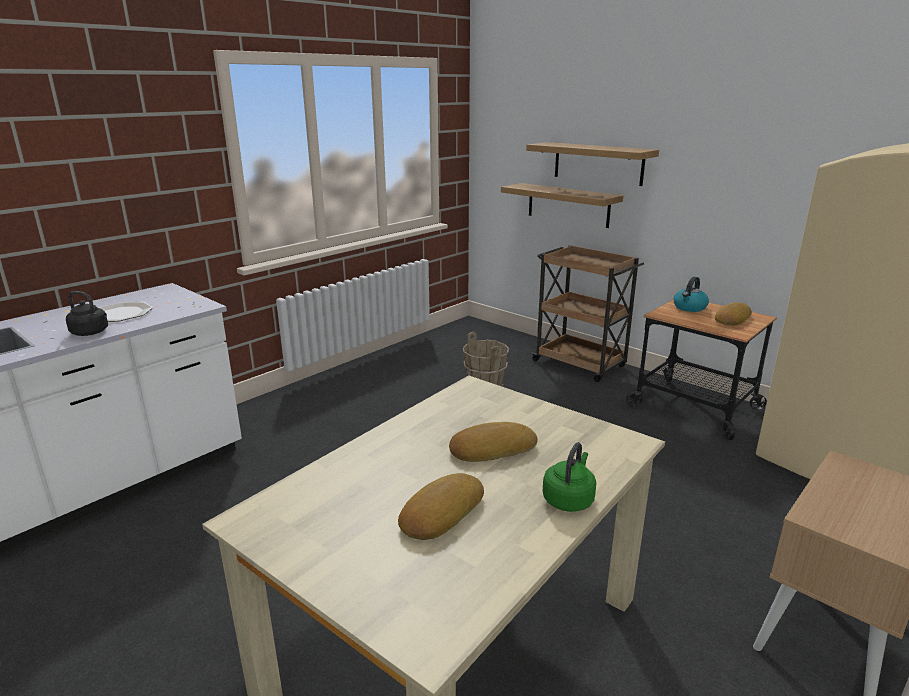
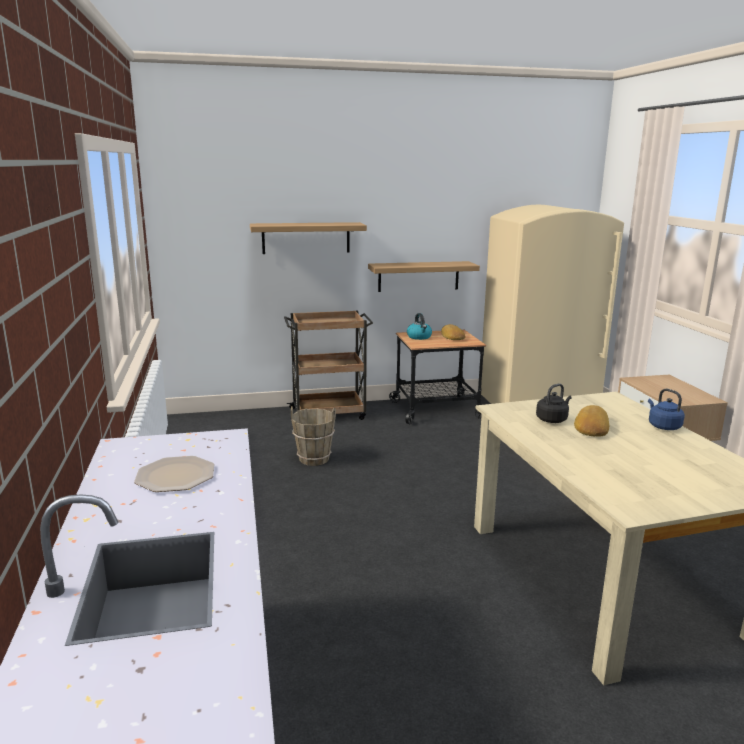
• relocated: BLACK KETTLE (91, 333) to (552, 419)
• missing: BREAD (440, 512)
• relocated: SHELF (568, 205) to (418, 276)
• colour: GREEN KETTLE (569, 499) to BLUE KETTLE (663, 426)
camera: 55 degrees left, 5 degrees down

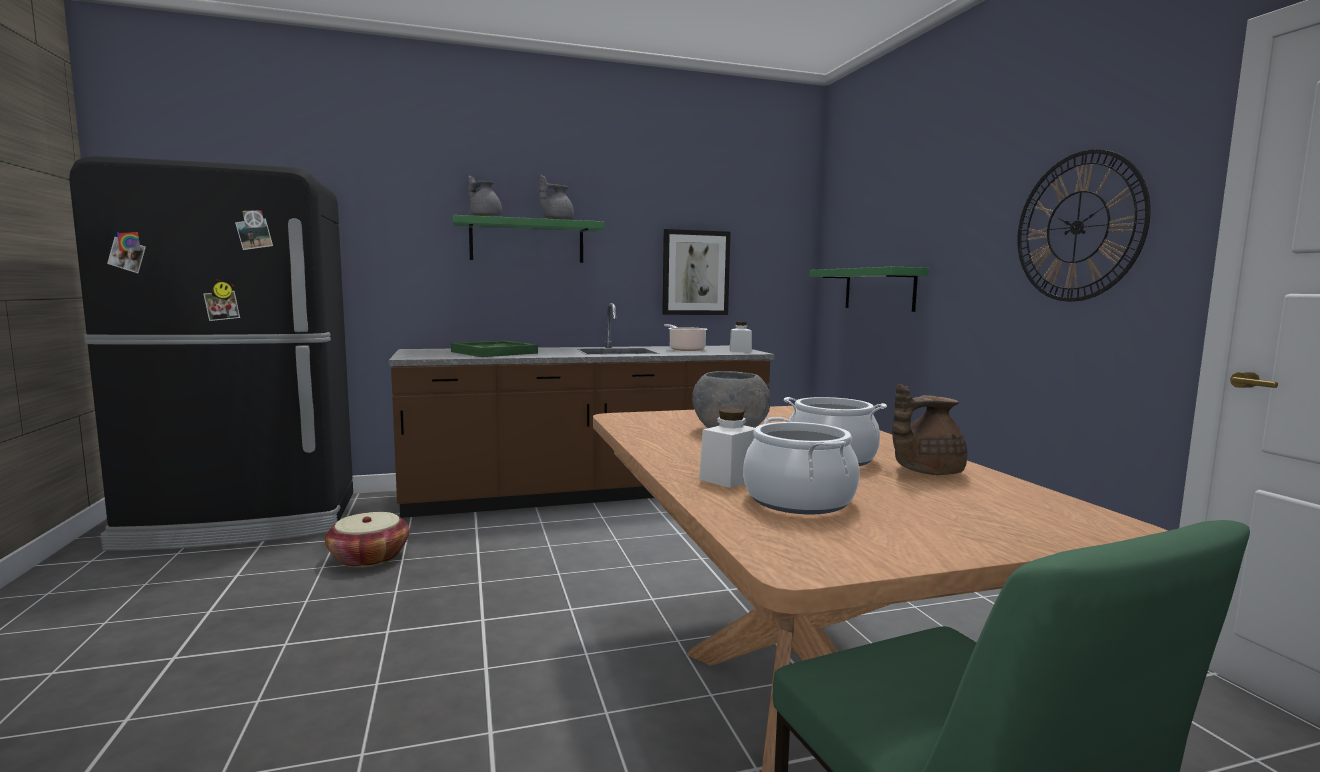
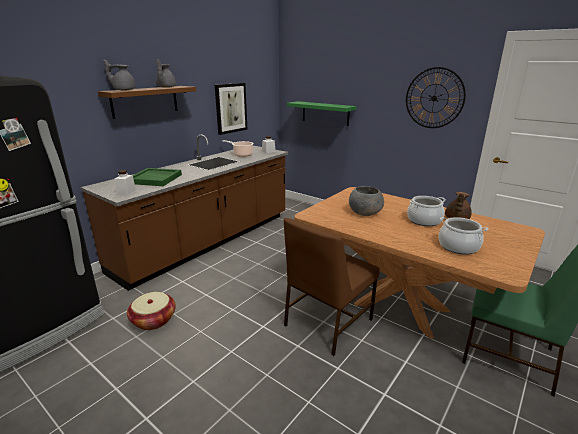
• colour: GREEN SHELF (527, 241) to BROWN SHELF (145, 101)
• relocated: WHITE JAR (729, 478) to (126, 191)
• appeared: BROWN CHAIR (327, 323)
camera: 35 degrees left, 15 degrees up

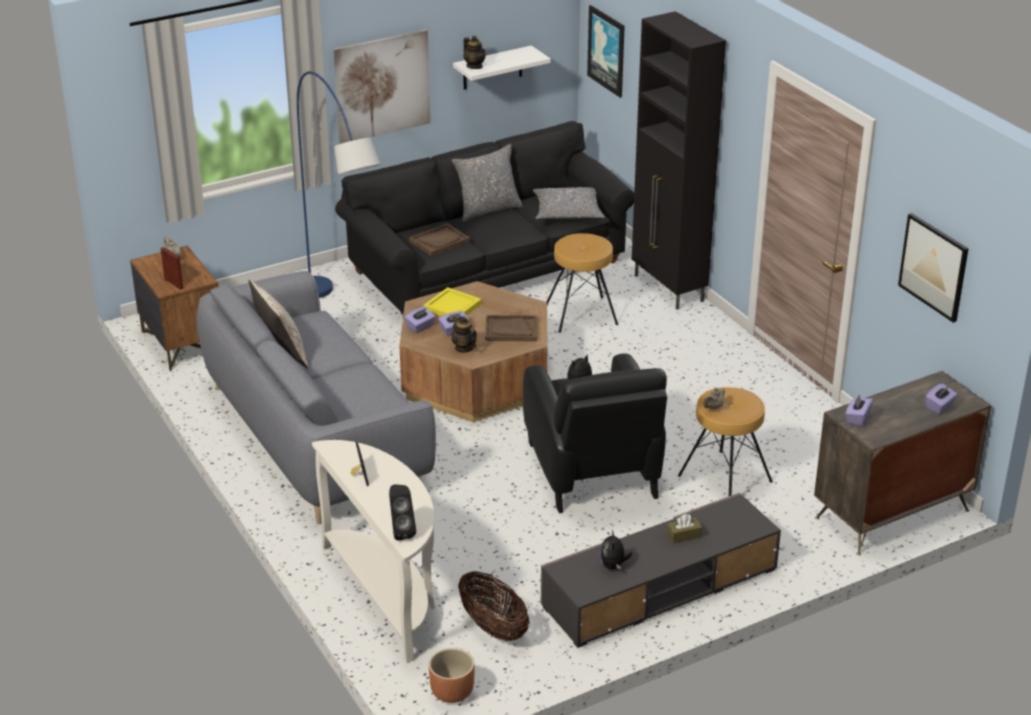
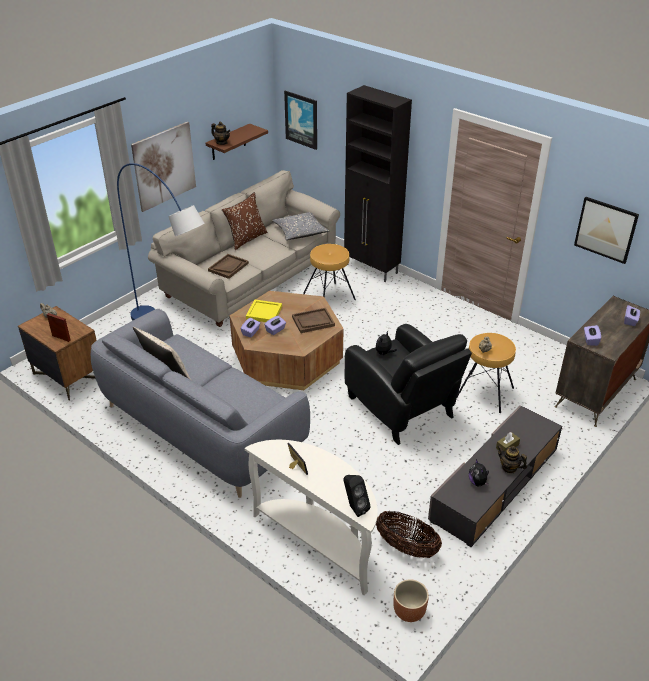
• colour: BLACK SOFA (487, 268) to BEIGE SOFA (251, 277)
• relocated: TEAPOT (464, 348) to (509, 468)
• colour: GREY PILLOW (487, 210) to BROWN PILLOW (246, 239)
• colour: WHITE SHELF (492, 68) to BROWN SHELF (228, 142)
camera: 20 degrees left, 5 degrees up

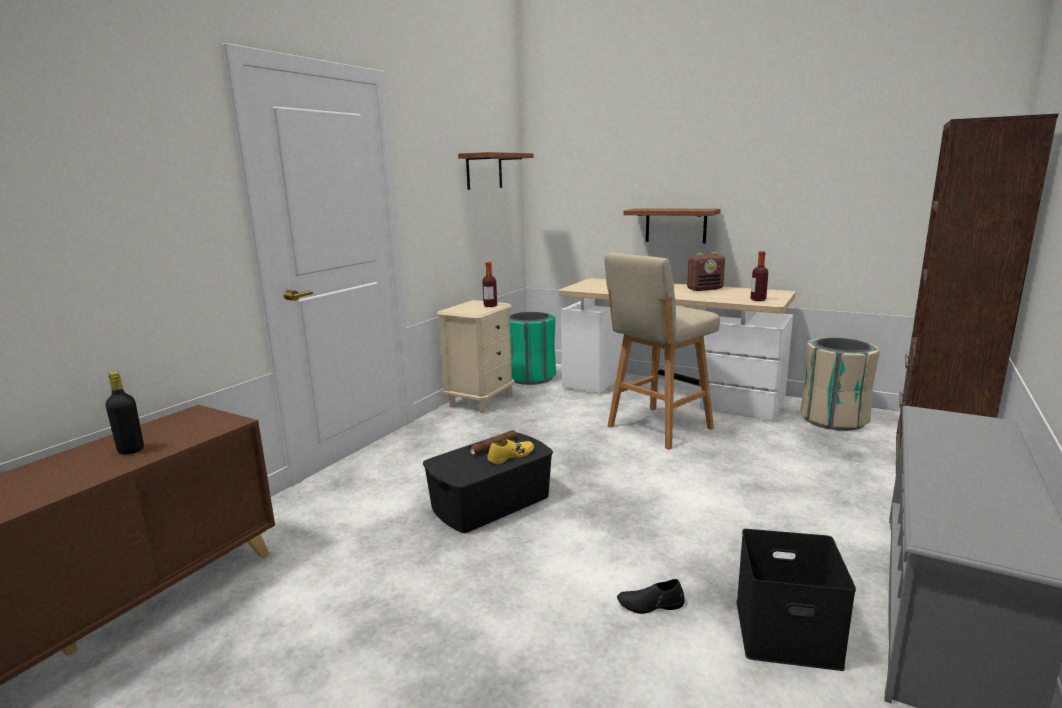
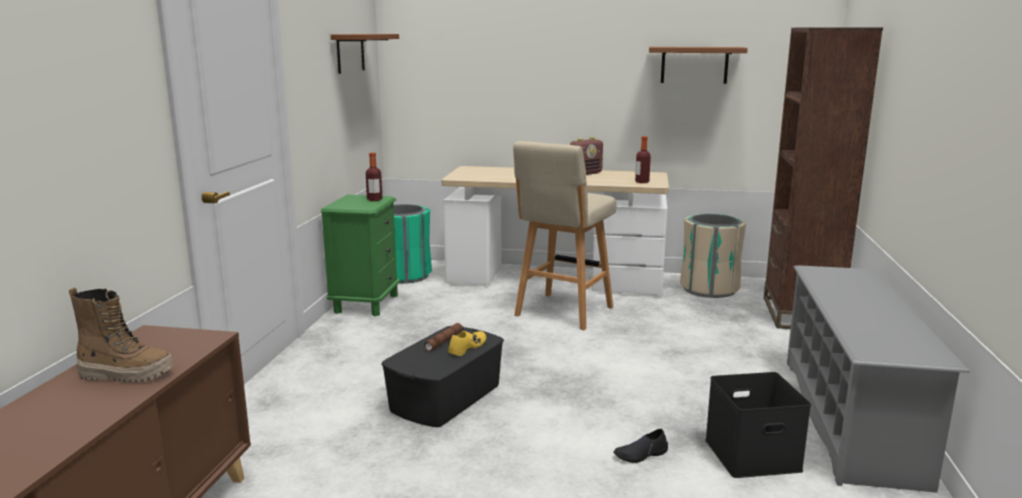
• exchanged: BLACK BOTTLE (131, 450) to BOOT (127, 375)
• colour: BEIGE NIGHTSTAND (481, 400) to GREEN NIGHTSTAND (366, 304)
• relocated: BROWN SHELF (675, 225) to (694, 65)
camera: 20 degrees left, 0 degrees up

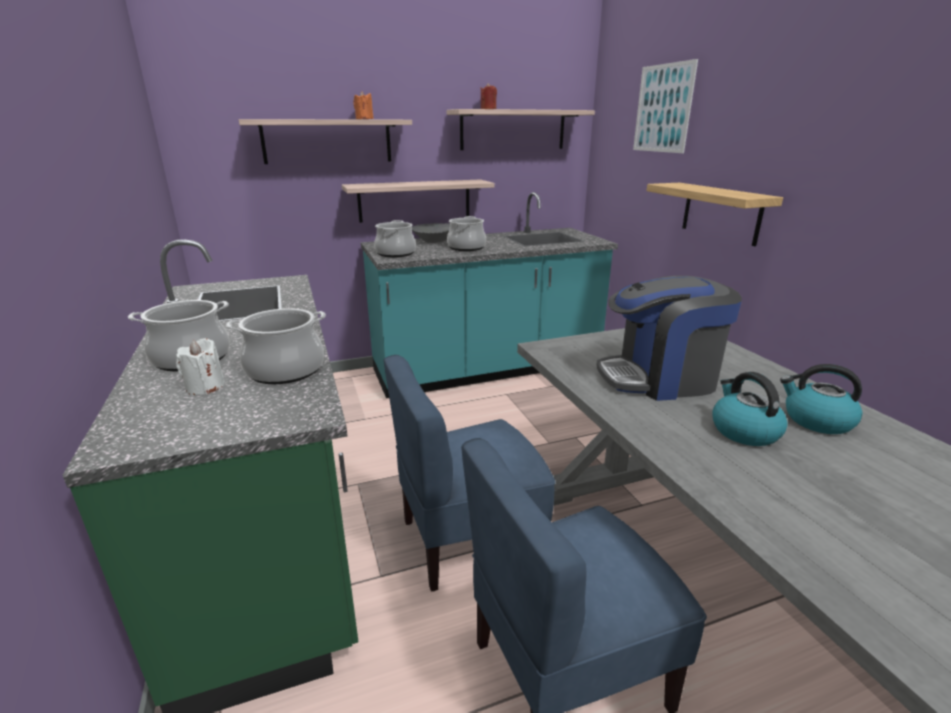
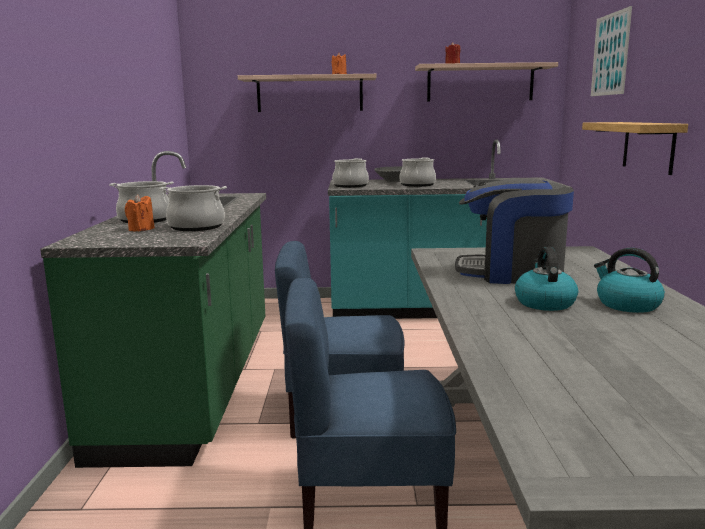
• colour: WHITE CANDLE (205, 387) to ORANGE CANDLE (141, 229)
• missing: SHELF (415, 200)
camera: 20 degrees right, 10 degrees down

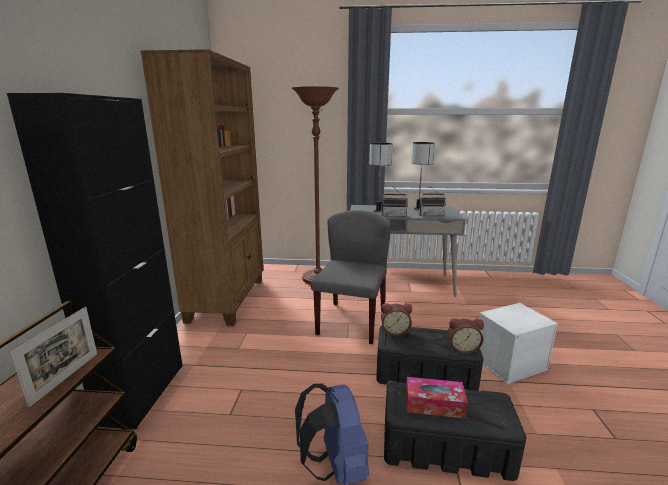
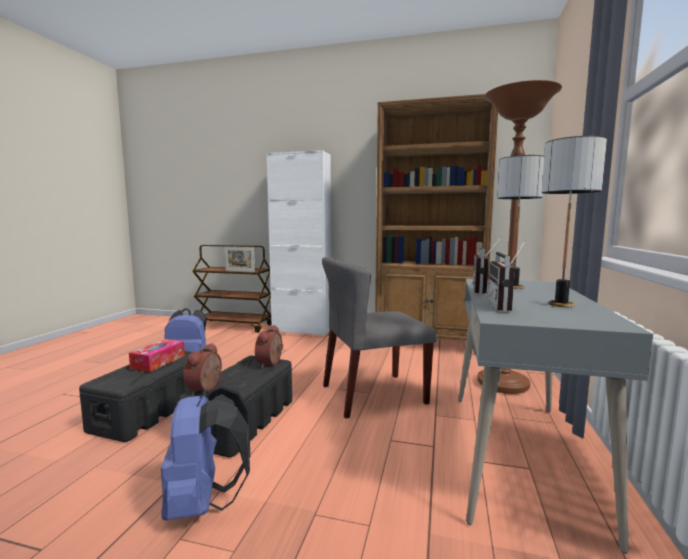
• colour: BLACK CABINET (143, 393) to WHITE CABINET (301, 330)
• spun: GREY CHAIR (351, 321) = (373, 394) 135 degrees clockwise
• exchanged: WHITE STORAGE BOX (509, 363) to BLUE BACKPACK (205, 503)
camera: 100 degrees right, 10 degrees down

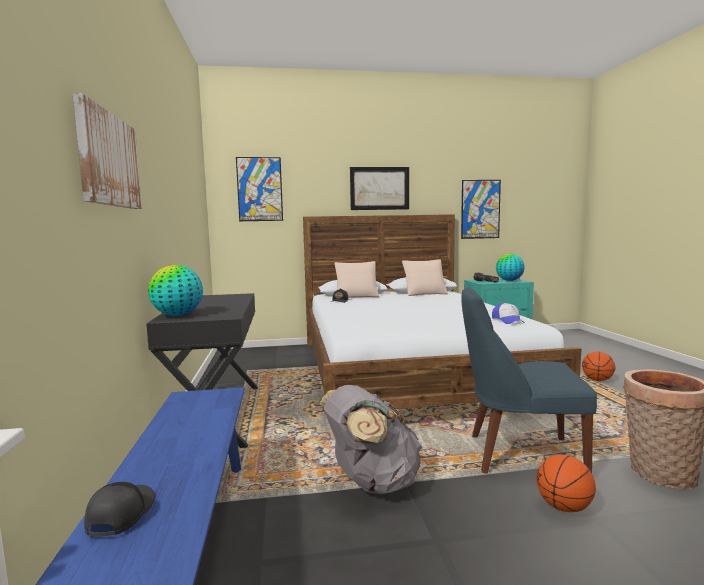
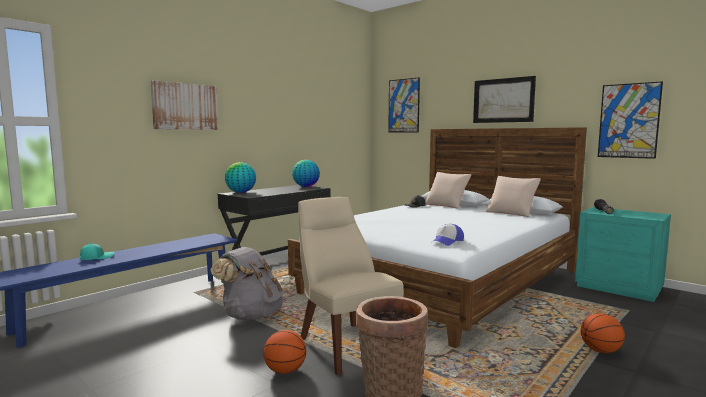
• colour: BLACK CAP (120, 515) to TURQUOISE CAP (96, 257)
• colour: BLUE CHAIR (518, 455) to BEIGE CHAIR (345, 345)
• relocated: GLOBE (509, 280) to (306, 187)
camera: 50 degrees right, 0 degrees up

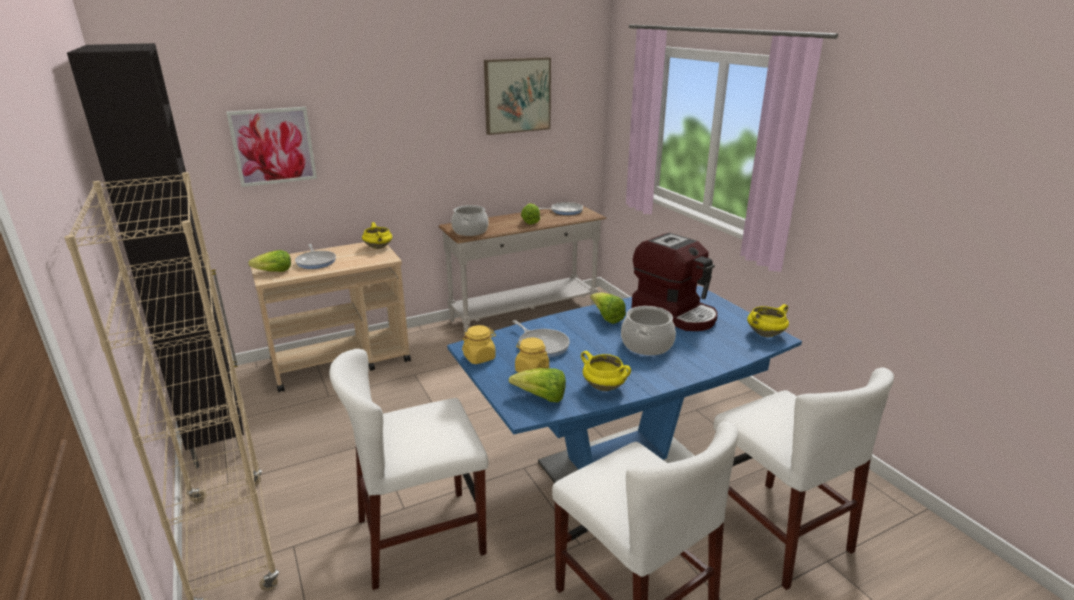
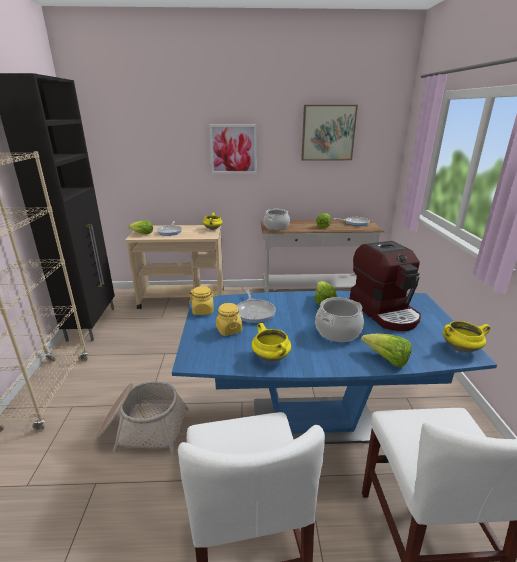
• relocated: PICTURE (273, 146) to (233, 149)
• exchanged: WHITE CHAIR (421, 536) to BASKET (143, 428)
• relocated: LETTUCE (541, 398) to (386, 359)
camera: 25 degrees right, 0 degrees up

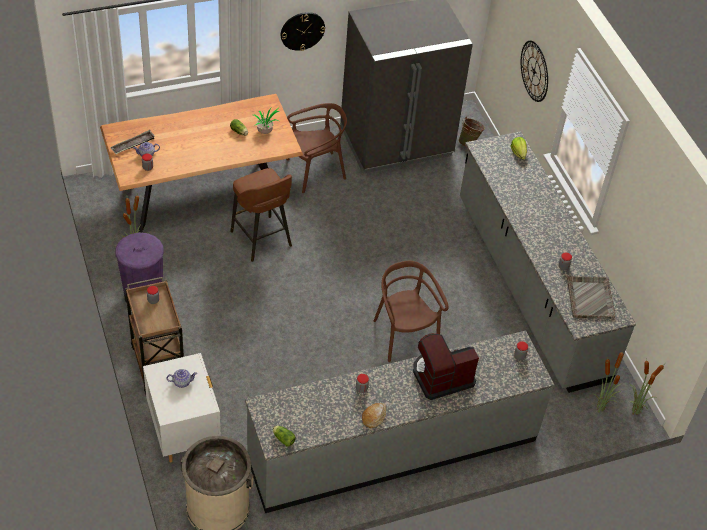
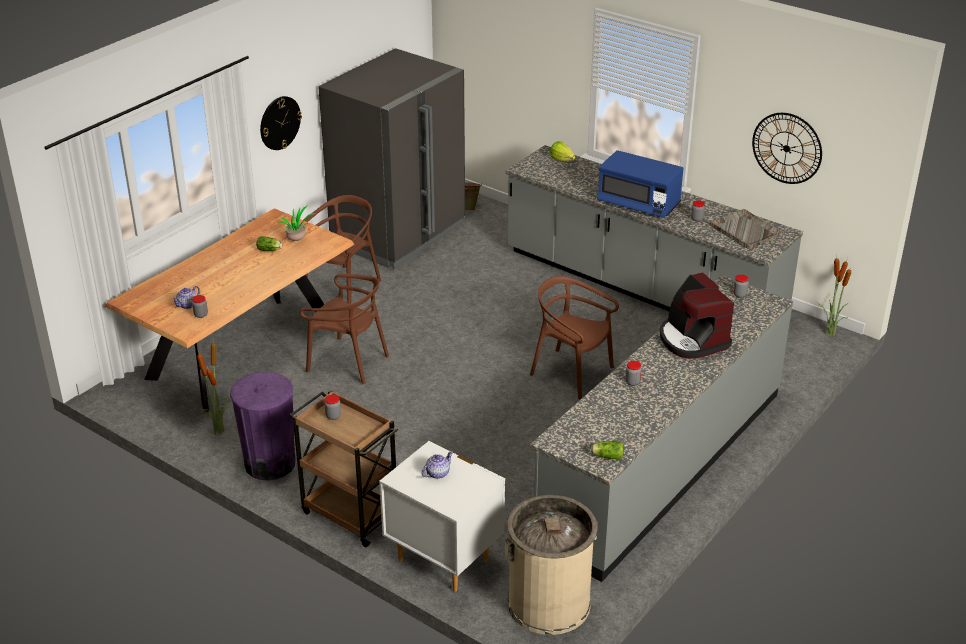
• missing: TRAY (133, 144)
• exchanged: BROWN STOOL (262, 240) to BROWN CHAIR (348, 362)
• missing: BREAD (374, 417)
• spun: COFFEE MACHINE (441, 376) = (692, 339) 60 degrees counterclockwise
• relocated: WALL CLOCK (534, 71) to (786, 148)
• missing: POTTED PLANT (601, 407)
• appeared: BLUE MICROWAVE (638, 204)
camera: 30 degrees left, 15 degrees down

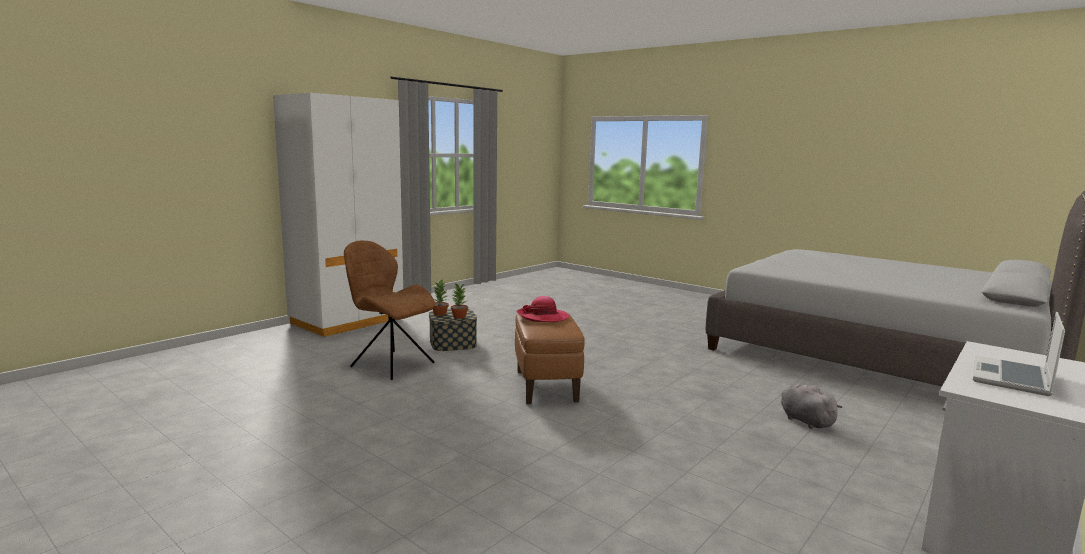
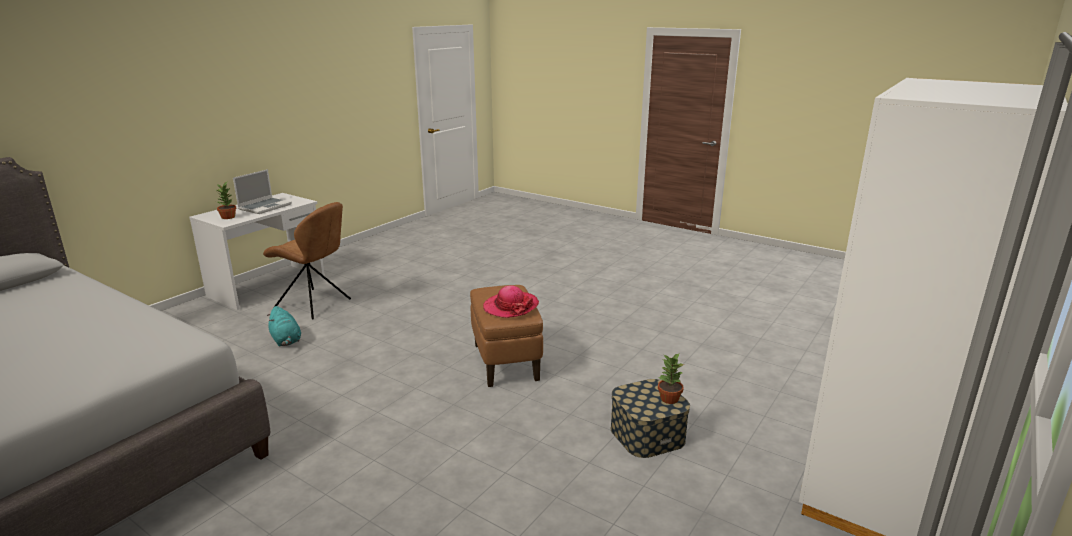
• relocated: BROWN CHAIR (390, 364) to (315, 304)
• relocated: POTTED PLANT (459, 316) to (228, 217)
• colour: GREY PLUSH TOY (805, 421) to TURQUOISE PLUSH TOY (286, 341)
camera: 175 degrees right, 10 degrees up

